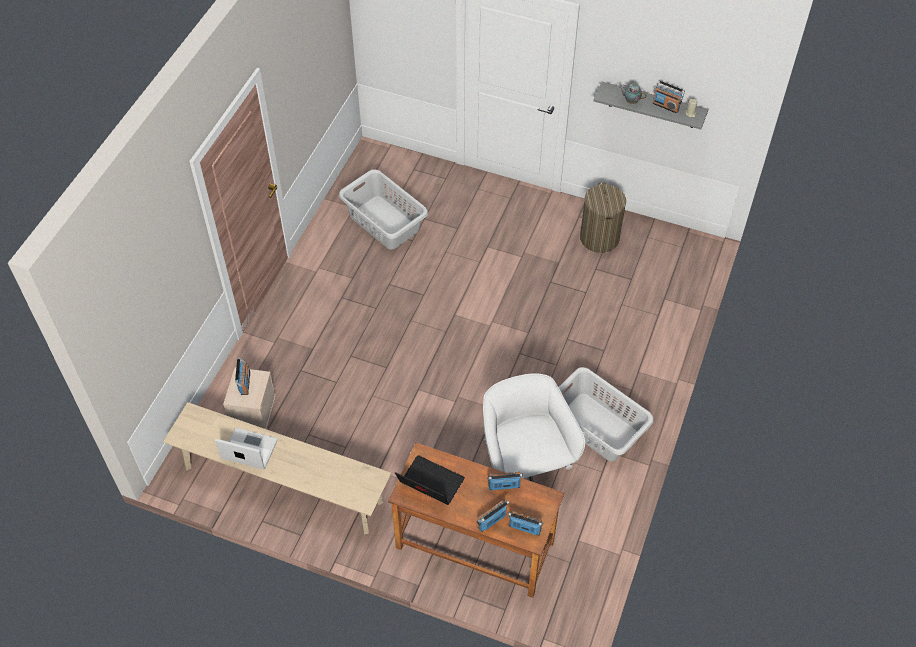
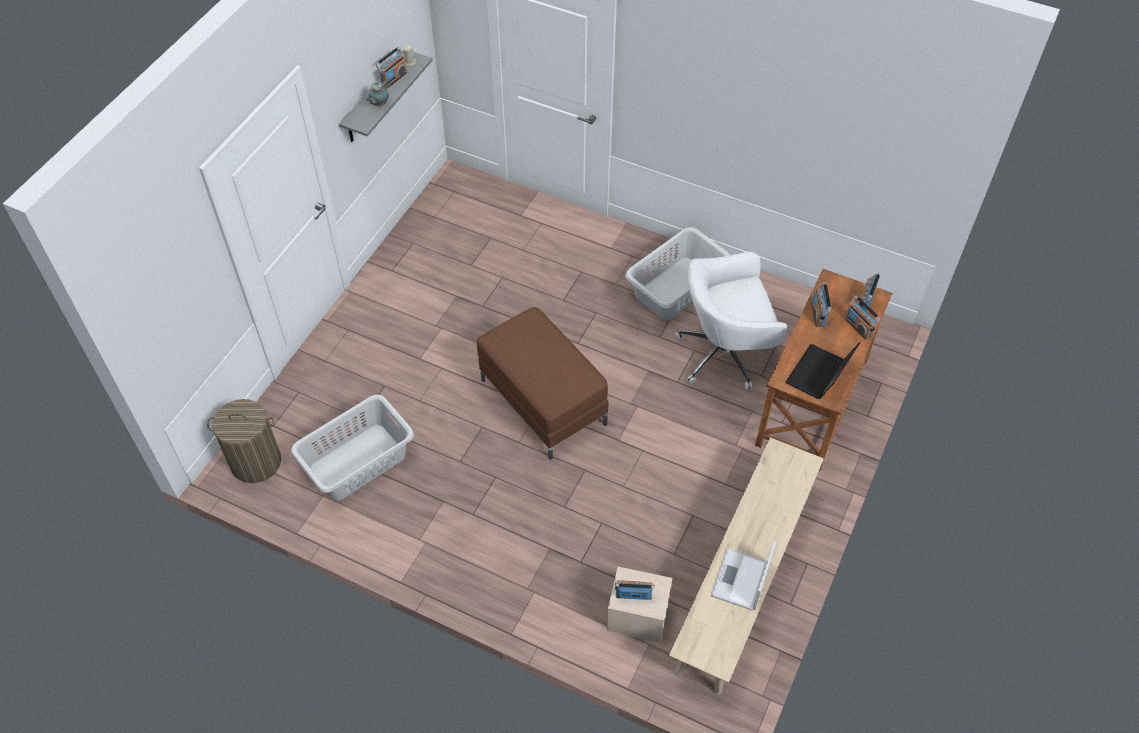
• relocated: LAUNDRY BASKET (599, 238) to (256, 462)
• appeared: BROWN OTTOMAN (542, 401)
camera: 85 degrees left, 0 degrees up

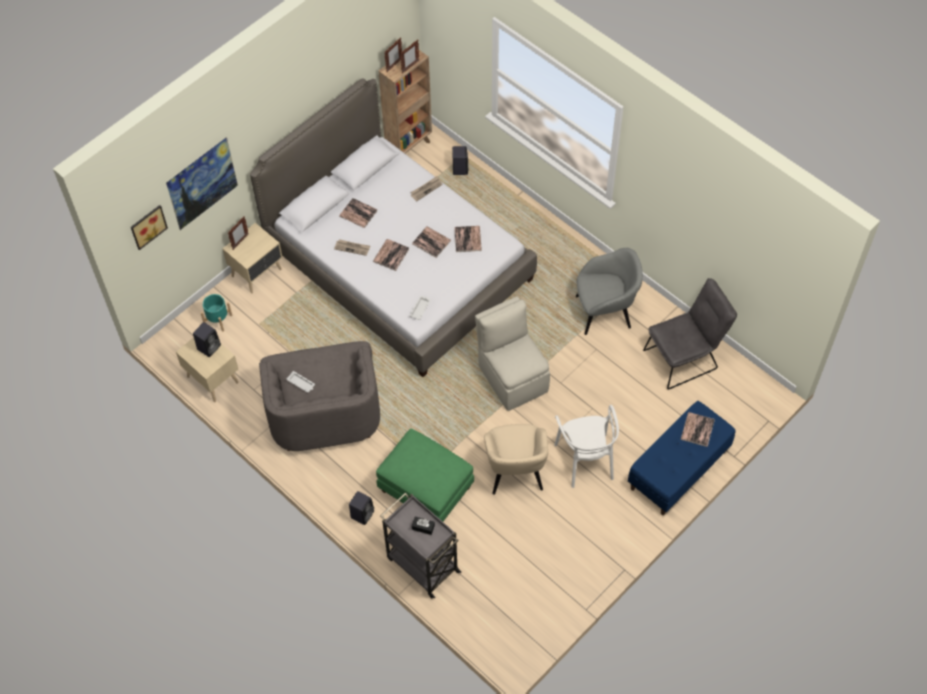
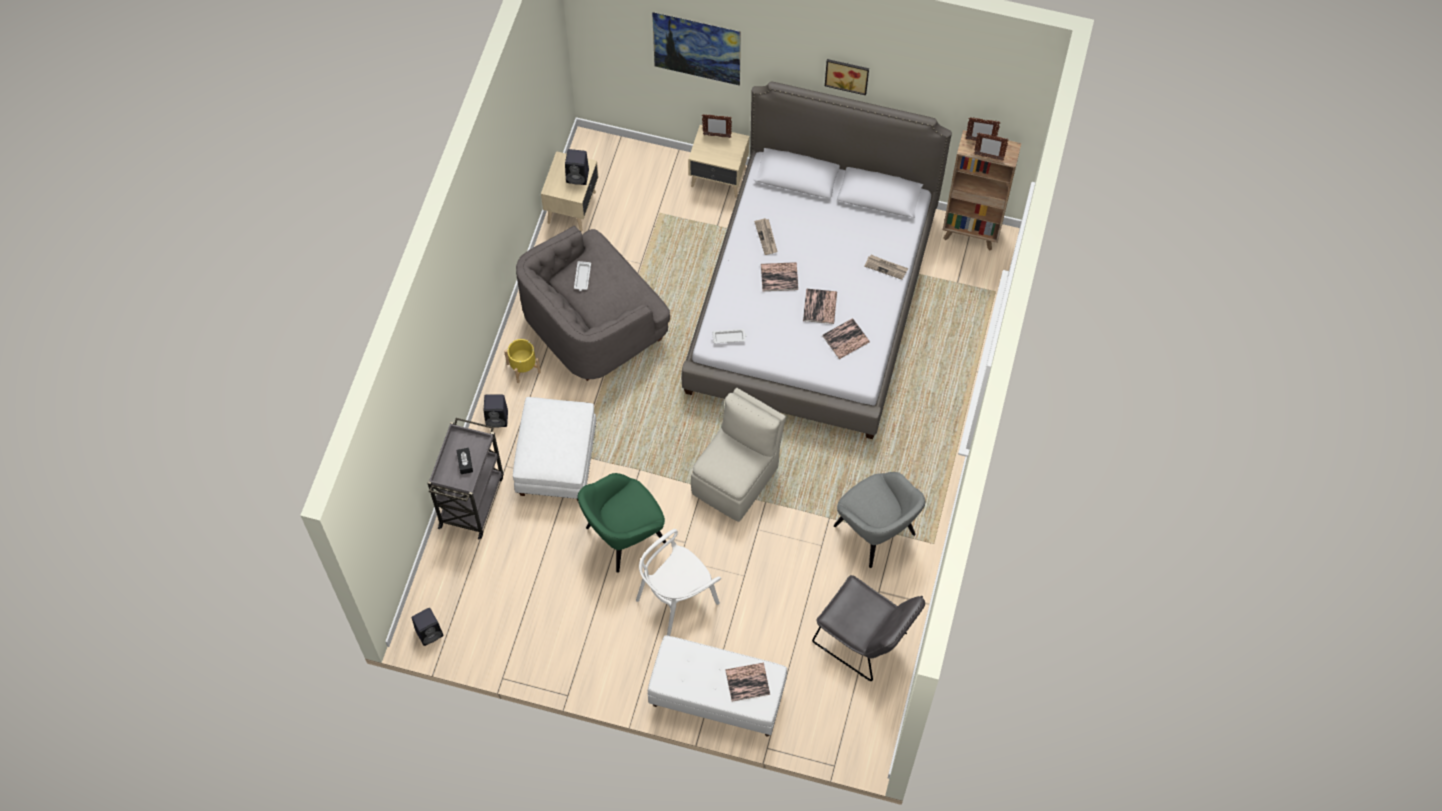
• relocated: PICTURE (147, 226) to (847, 74)
• missing: TURQUOISE PLANTER (218, 320)
• missing: BOOK (358, 213)
• colour: GREEN OTTOMAN (425, 489) to WHITE OTTOMAN (556, 461)
• relocated: BLACK SPEAKER (460, 168) to (430, 632)
• colour: BEIGE ARMCHAIR (515, 472) to GREEN ARMCHAIR (623, 536)
• colour: BLUE BENCH (678, 470) to WHITE BENCH (716, 697)
• appeared: YELLOW PLANTER (523, 367)
camera: 60 degrees right, 5 degrees up

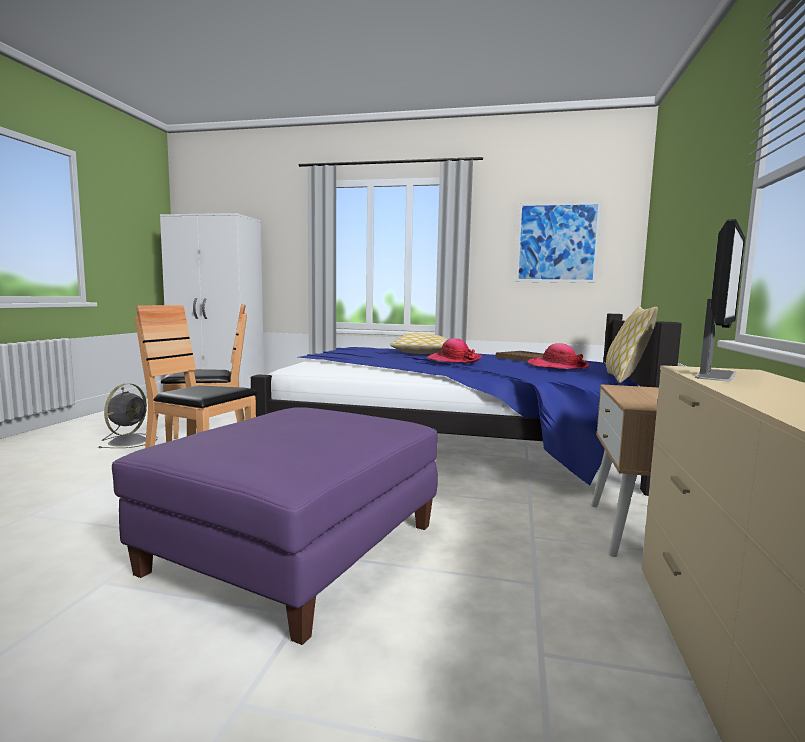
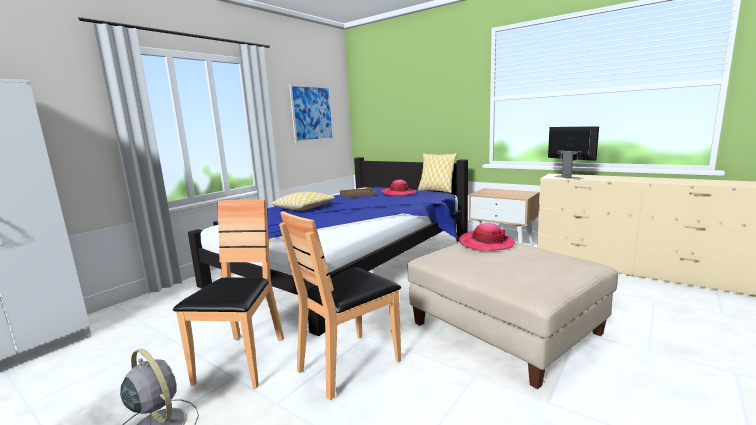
• colour: PURPLE OTTOMAN (297, 548) to BEIGE OTTOMAN (505, 328)
• relocated: HAT (454, 360) to (486, 243)
camera: 65 degrees left, 5 degrees up

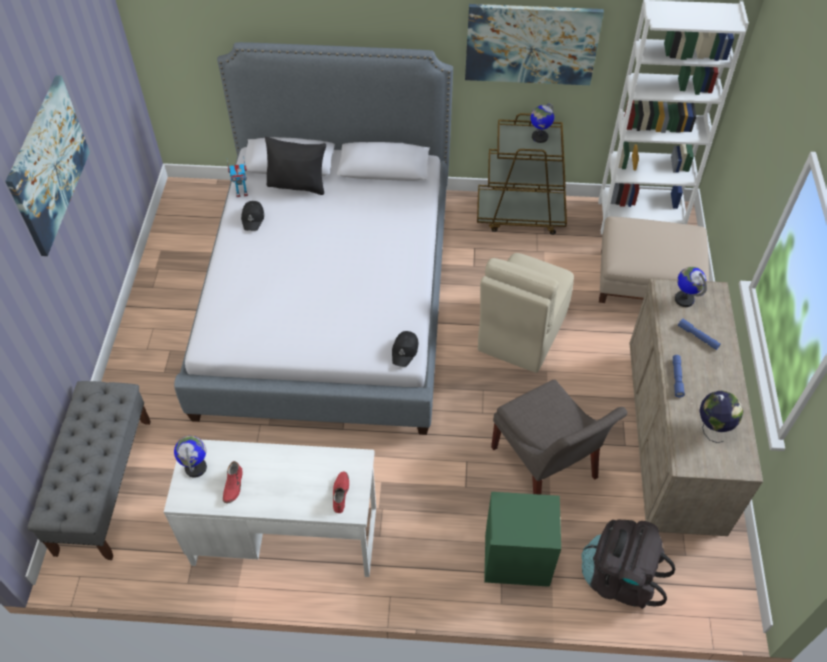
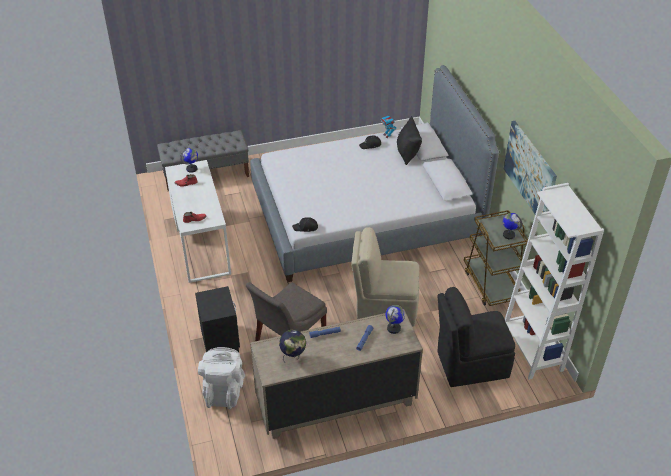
• missing: PICTURE (48, 165)
• colour: GREEN NIGHTSTAND (516, 559) to BLACK NIGHTSTAND (220, 341)
• colour: BLACK BACKPACK (619, 578) to WHITE BACKPACK (224, 391)
• exchanged: BEIGE OTTOMAN (645, 281) to BLACK CHAIR (470, 364)
camera: 70 degrees right, 10 degrees down

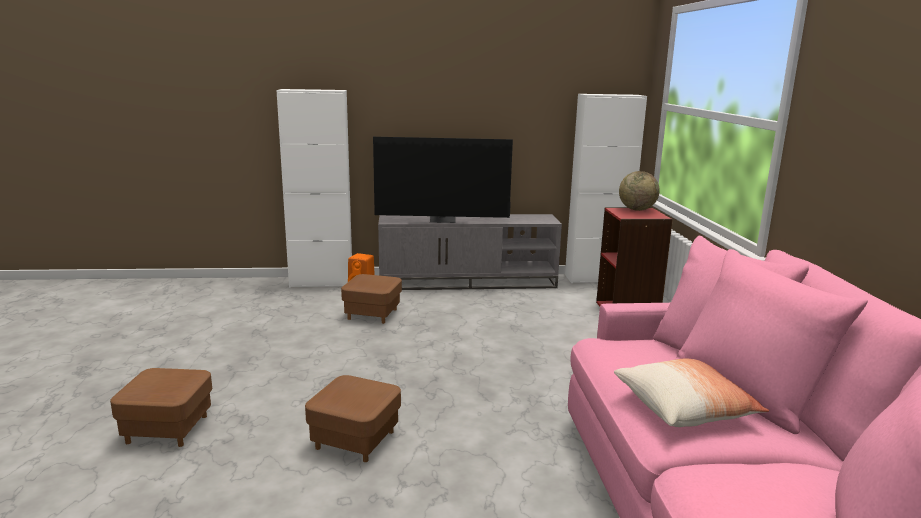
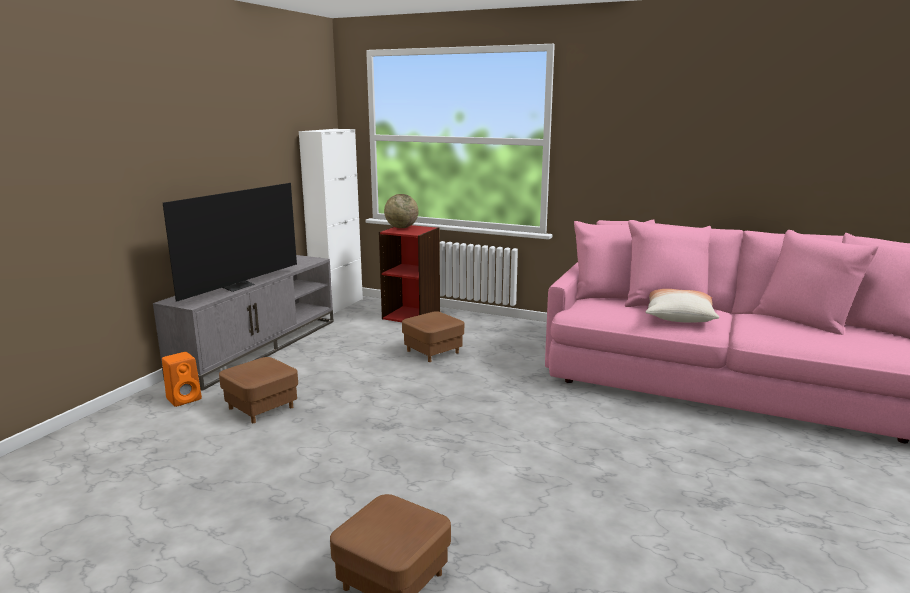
• missing: WHITE CABINET (321, 282)
• relocated: BROWN OTTOMAN (355, 440) to (433, 352)
camera: 60 degrees left, 0 degrees up

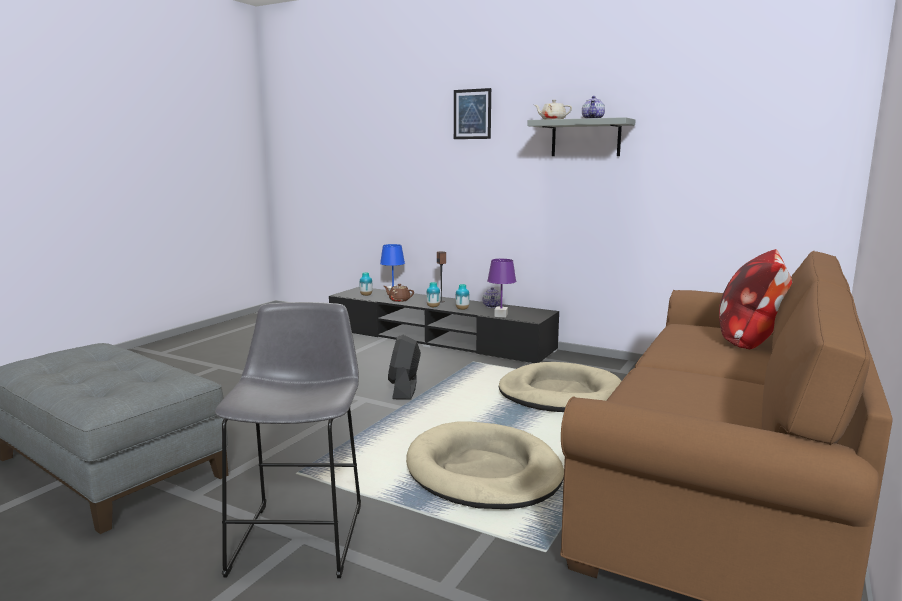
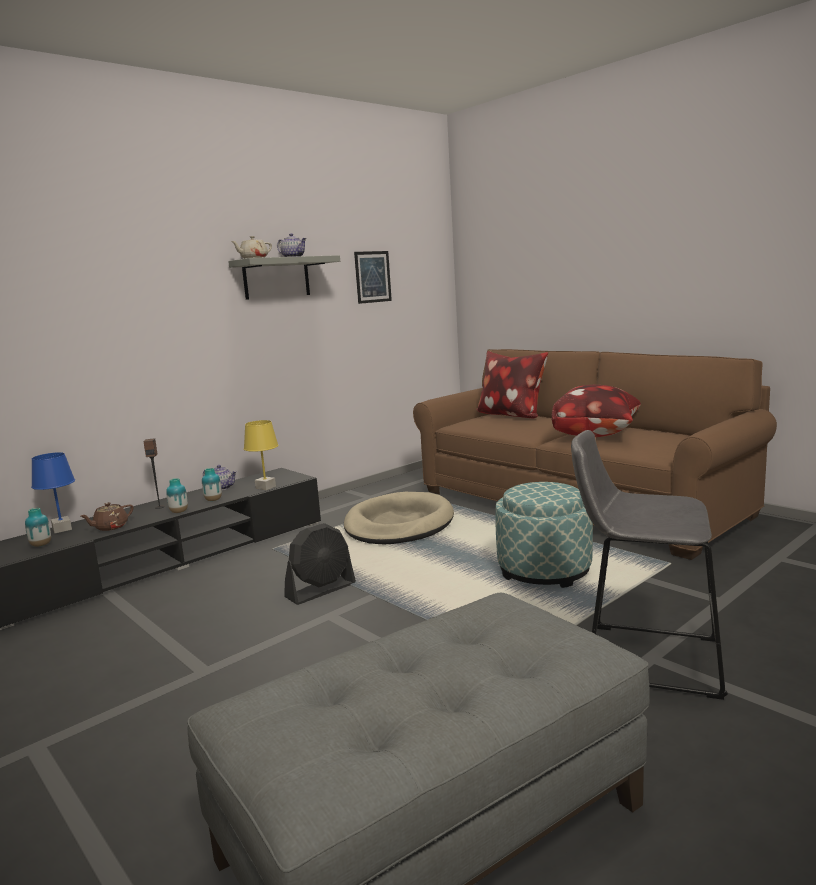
• spun: BLACK FAN (404, 389) = (321, 590) 60 degrees counterclockwise
• exchanged: BEIGE DOG BED (483, 471) to OTTOMAN (544, 570)
• relocated: PICTURE (472, 114) to (373, 277)
• colour: PURPLE TABLE LAMP (500, 315) to YELLOW TABLE LAMP (265, 487)
• appeared: PILLOW (597, 435)
camera: 70 degrees left, 0 degrees up

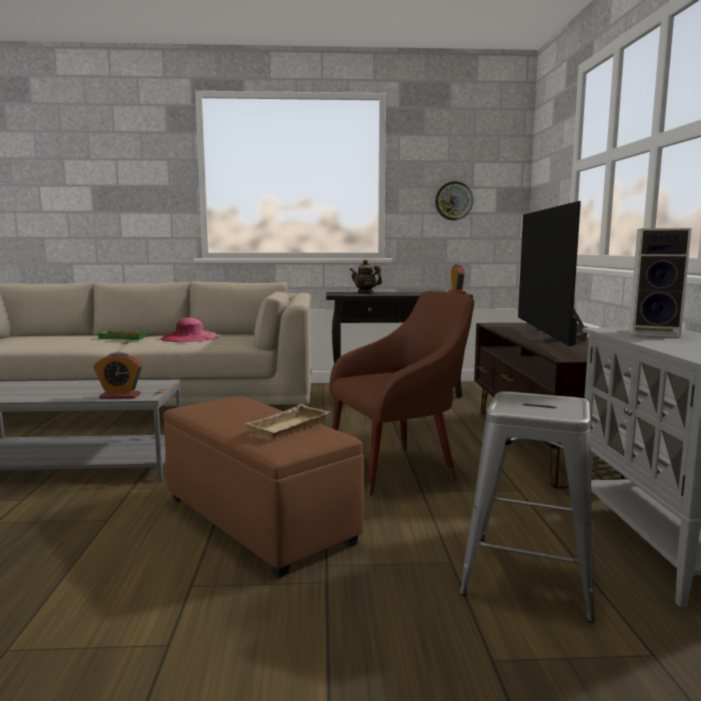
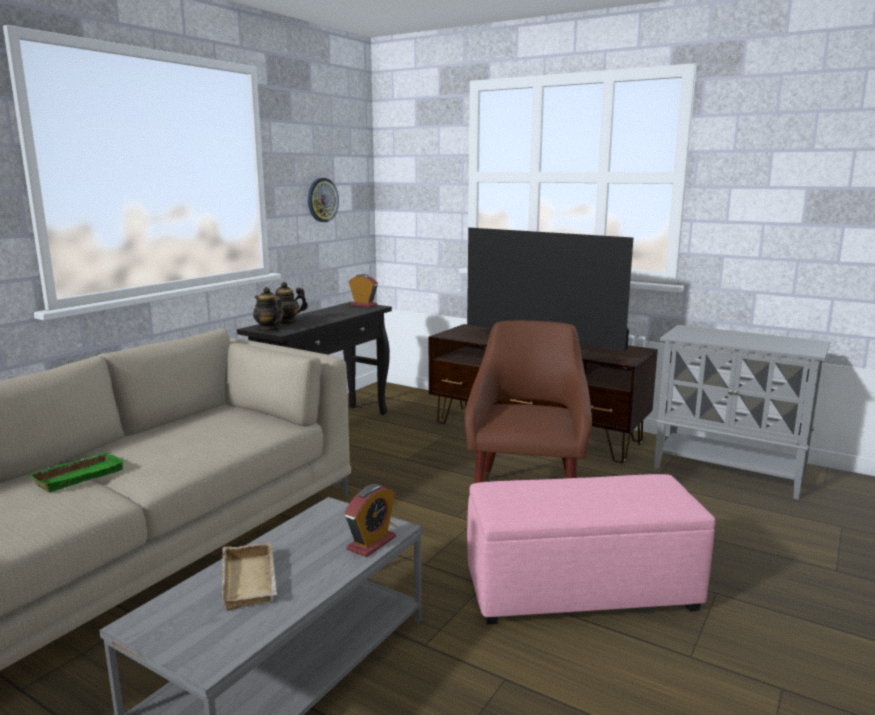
• missing: PINK HAT (190, 337)
• colour: BROWN OTTOMAN (258, 520) to PINK OTTOMAN (582, 590)
• relocated: BEIGE TRAY (289, 428) to (252, 581)
• missing: GREY STOOL (530, 575)
• missing: SPEAKER (655, 333)
• appeared: TEAPOT (269, 329)
camera: 55 degrees left, 5 degrees up

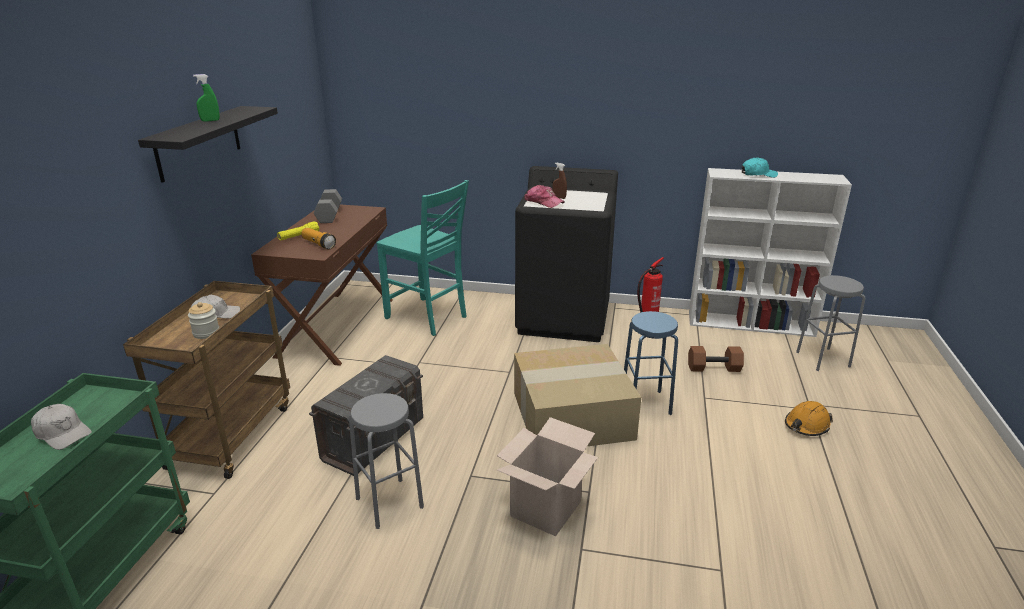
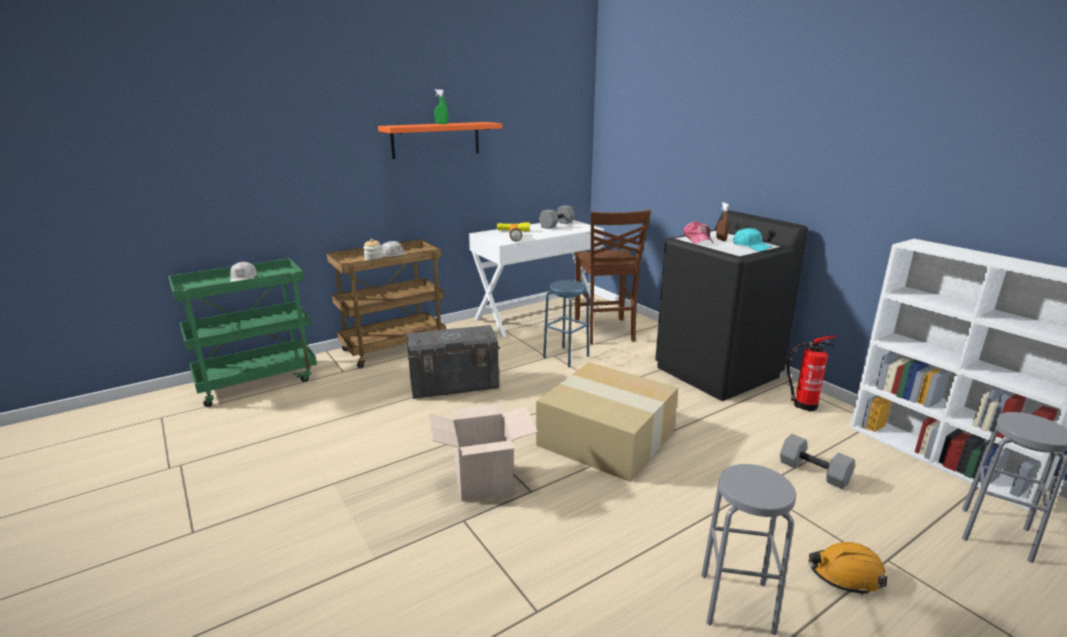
• colour: BLACK SHELF (199, 142) to ORANGE SHELF (436, 140)
• colour: BROWN DESK (336, 326) to WHITE DESK (537, 315)
• relocated: GREY STOOL (389, 503) to (737, 603)
• colour: TURQUOISE CHAIR (427, 317) to BROWN CHAIR (605, 331)
• relocated: BLUE STOOL (646, 403) to (566, 357)
• colour: BROWN DUMBBELL (714, 368) to GREY DUMBBELL (815, 472)
• relocated: TURQUOISE CAP (758, 174) to (751, 246)
camera: 45 degrees right, 5 degrees down

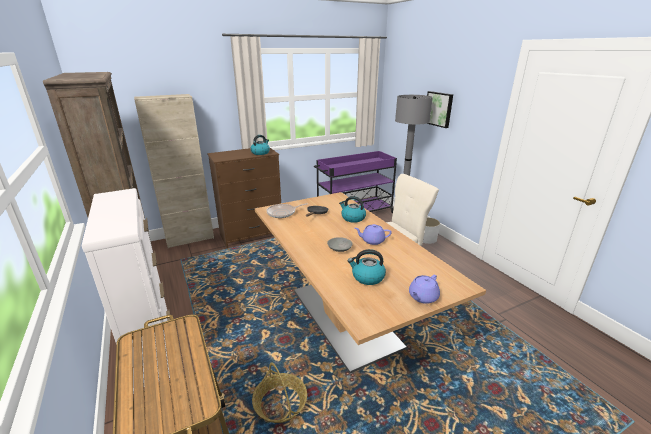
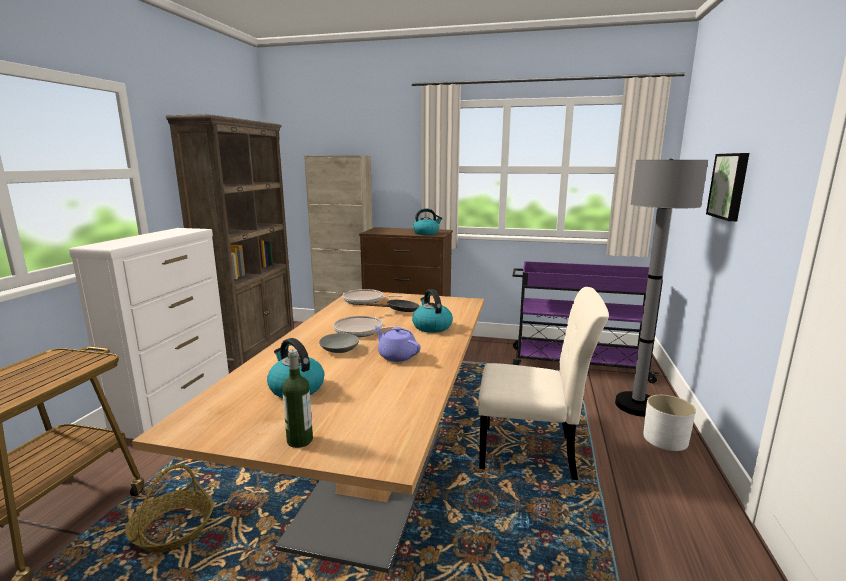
• exchanged: PURPLE TEAPOT (422, 297) to BOTTLE (300, 440)
• appeared: FRYING PAN (361, 331)
camera: 40 degrees right, 10 degrees down

